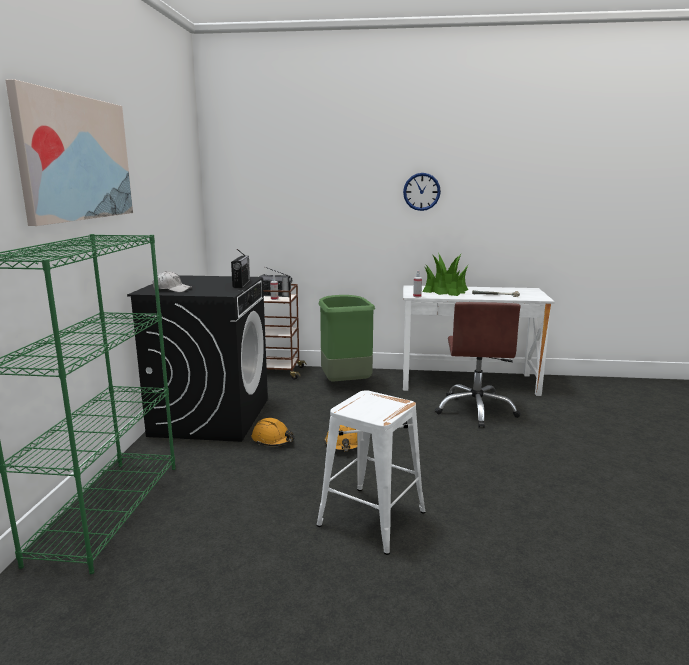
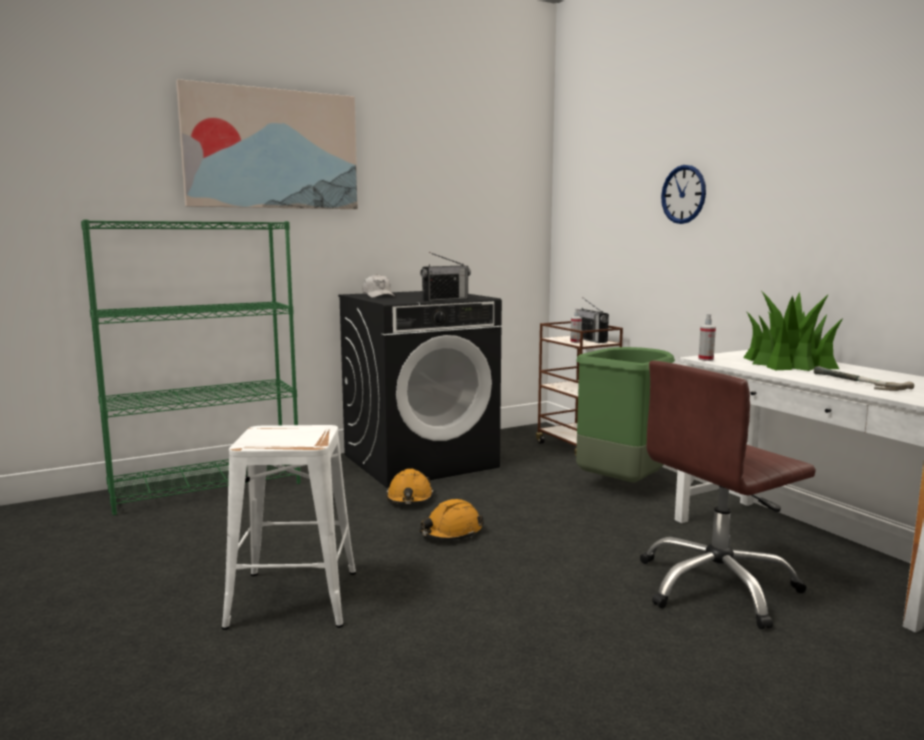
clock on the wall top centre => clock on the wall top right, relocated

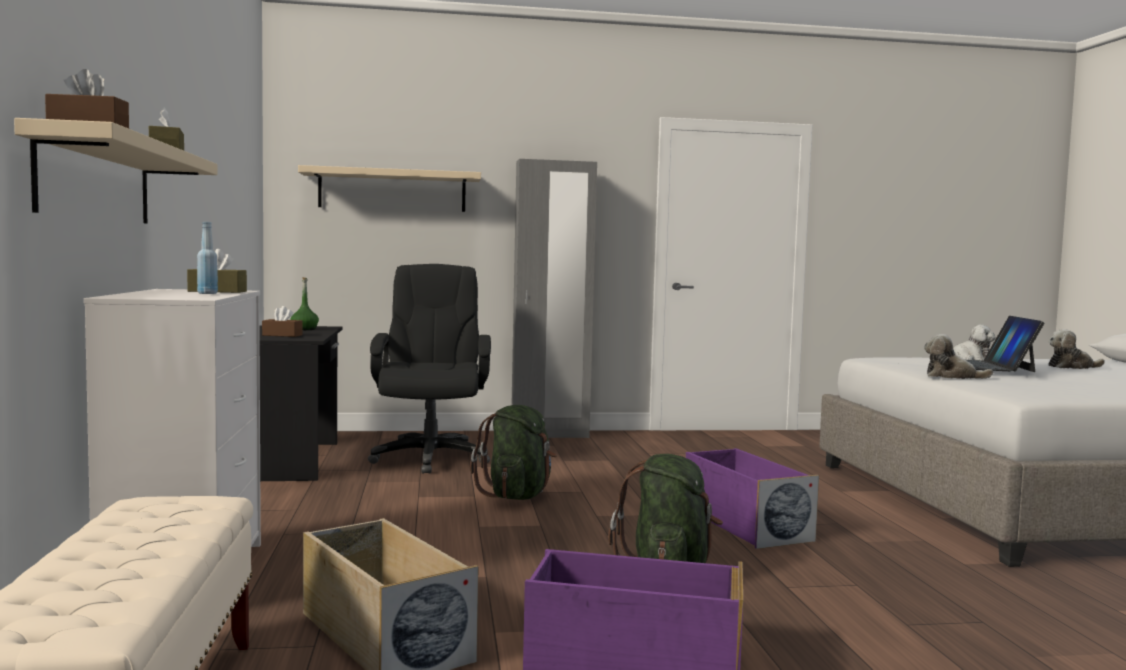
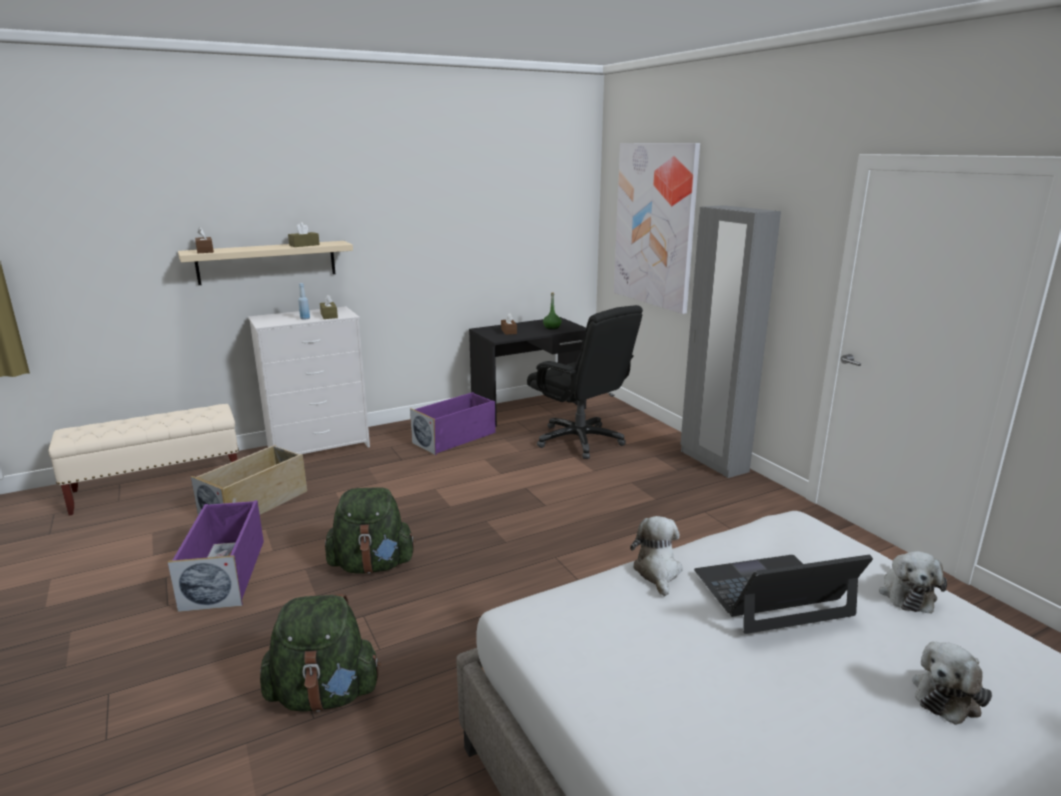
knapsack (green) (no. 1 from left) bottom centre => knapsack (green) (no. 1 from left) bottom left, relocated
storage box (purple-coloured) (no. 2 from left) bottom right => storage box (purple-coloured) (no. 2 from left) centre, relocated
shelf (beige-coloured) (no. 2 from left) top centre => wall art top centre
computer chair (black) centre, 75 degrees clockwise
plush toy (no. 3 from left) middle right => plush toy (no. 3 from left) bottom right, 105 degrees counterclockwise

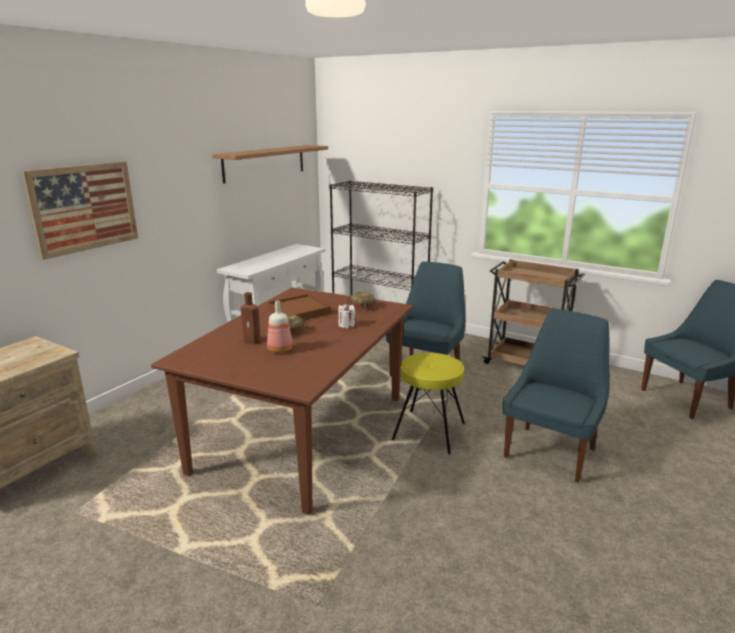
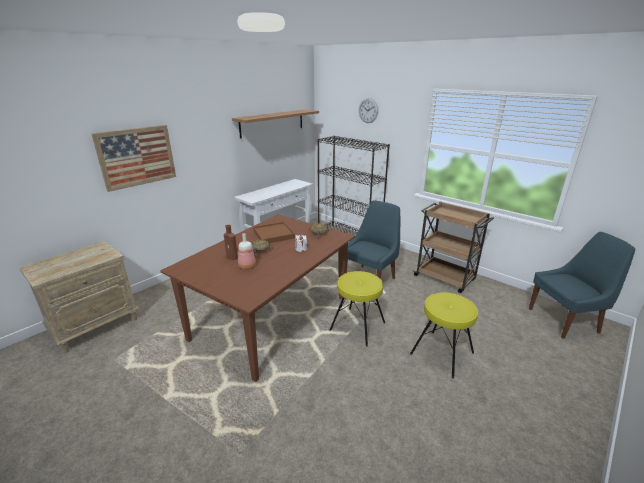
nothing => clock on the wall top centre
upright chair (blue) (no. 2 from left) middle right => sitting stool (yellowish) (no. 2 from left) bottom right

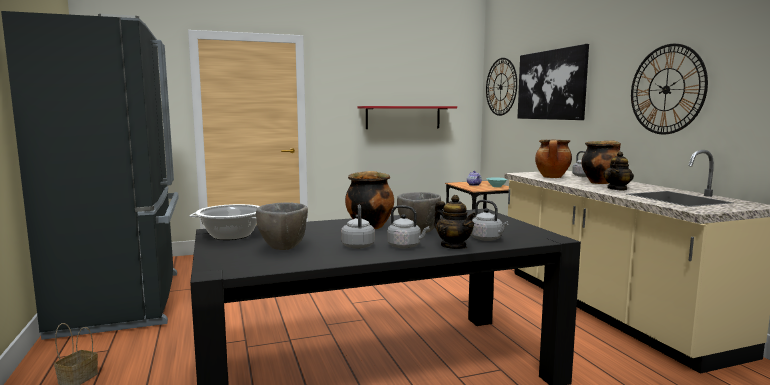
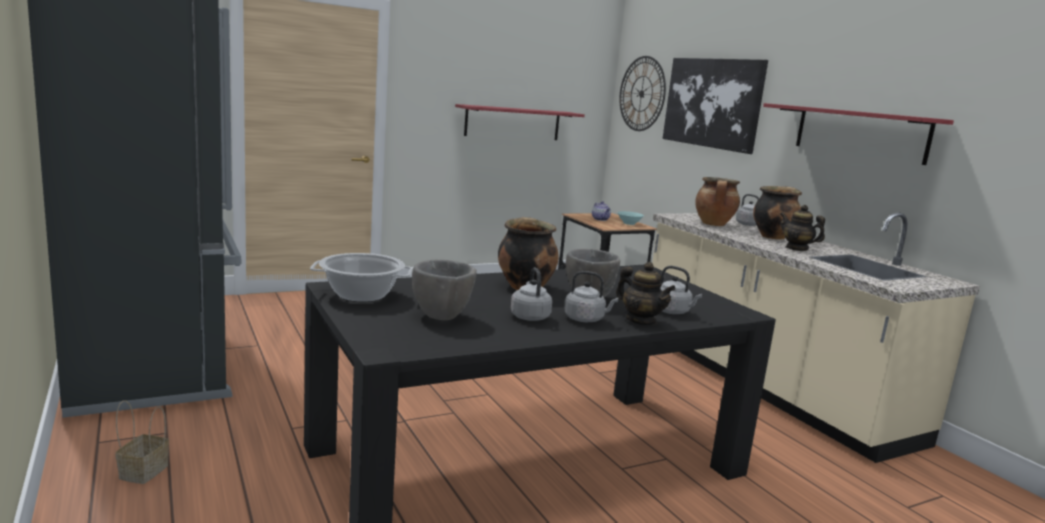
clock on the wall (no. 2 from left) top right => shelf (reddish) (no. 2 from left) top right
pot for tea (no. 3 from left) middle right, 105 degrees clockwise

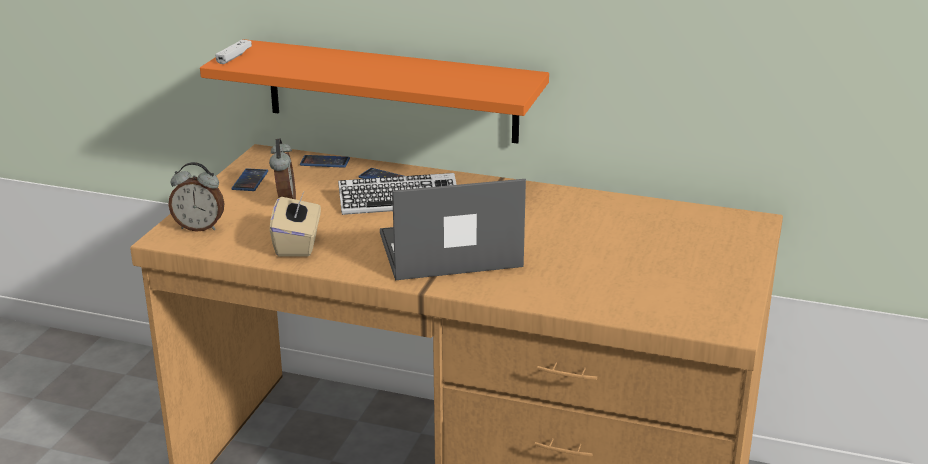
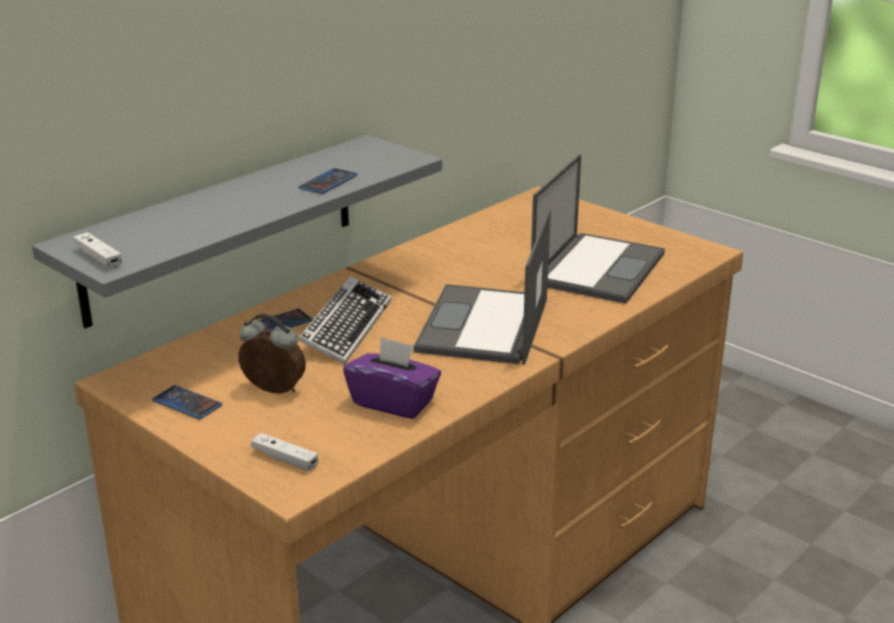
nothing => notebook computer (no. 2 from left) middle right
handset (no. 2 from left in the first image) centre => handset (no. 3 from left) top centre, relocated
table clock (no. 1 from left) middle left => game controller (white-coloured) (no. 2 from left) bottom left
shelf (orange-coloured) top centre => shelf (grey) middle left
tissue box (beige-coloured) middle left => tissue box (purple-coloured) centre

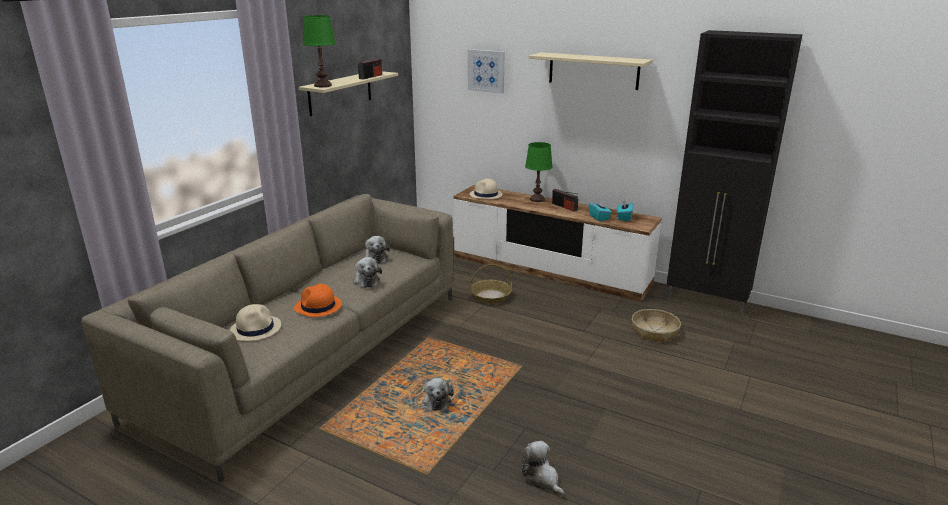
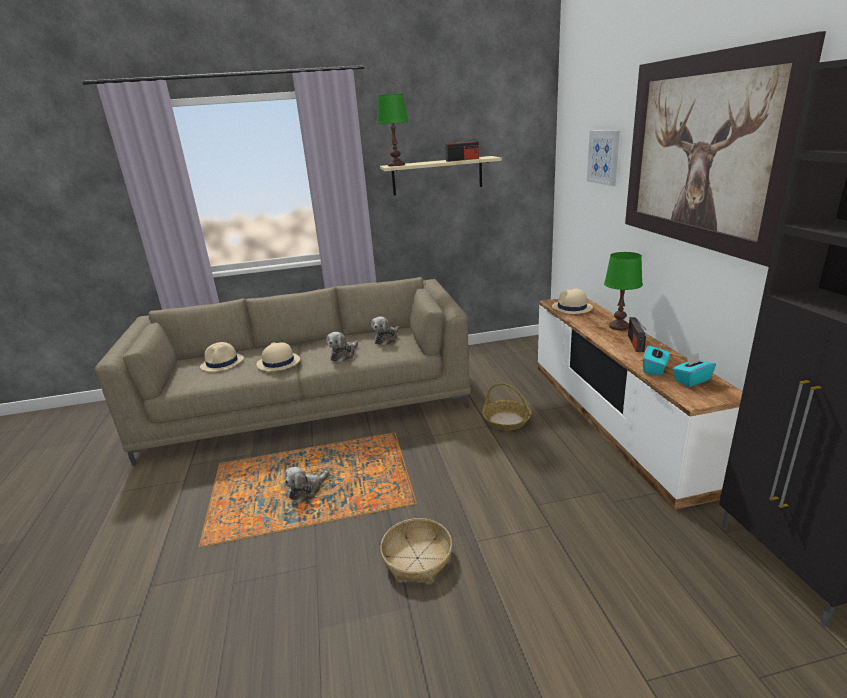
plush toy (no. 4 from left) bottom centre => nothing
basket (no. 2 from left in the first image) middle right => basket (no. 1 from left) bottom centre, relocated
shelf (beige-coloured) (no. 2 from left) top centre => wall art (no. 2 from left) top right
wearable hat (orange-coloured) centre => wearable hat (beige-coloured) (no. 2 from left) middle left

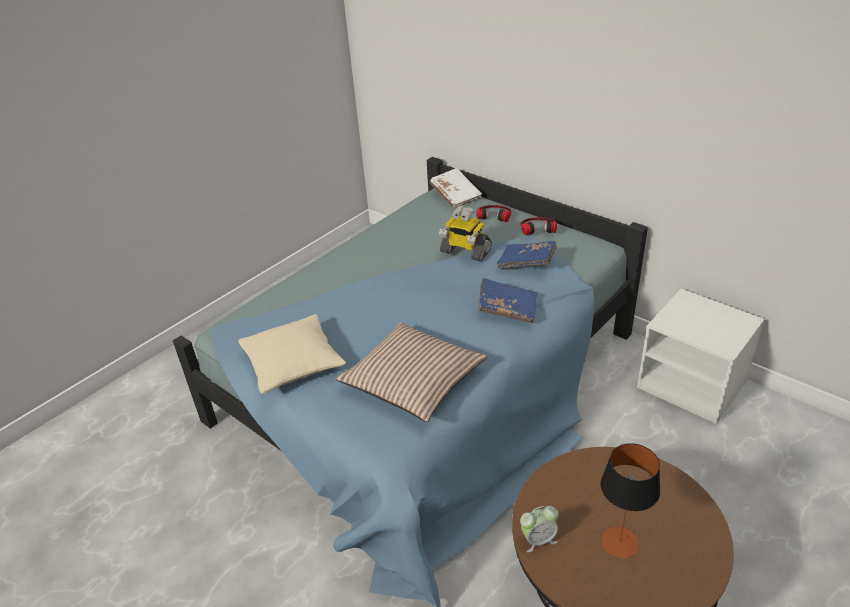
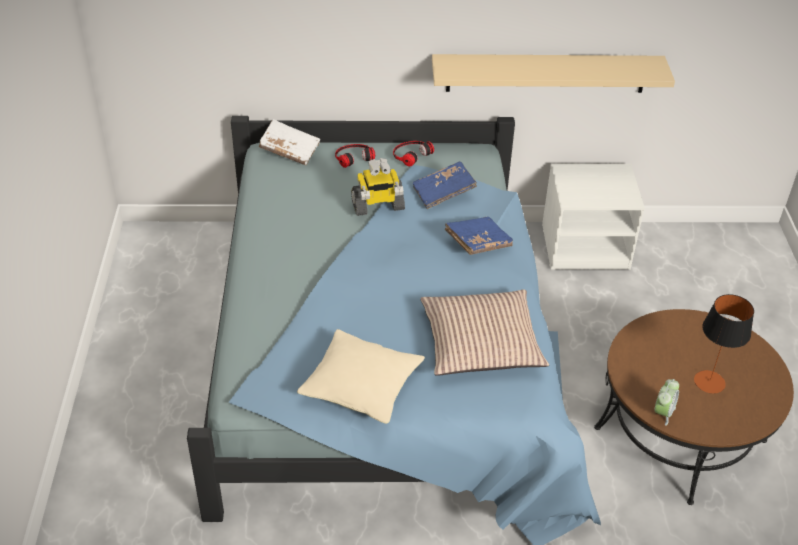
nothing => shelf (beige-coloured) top right

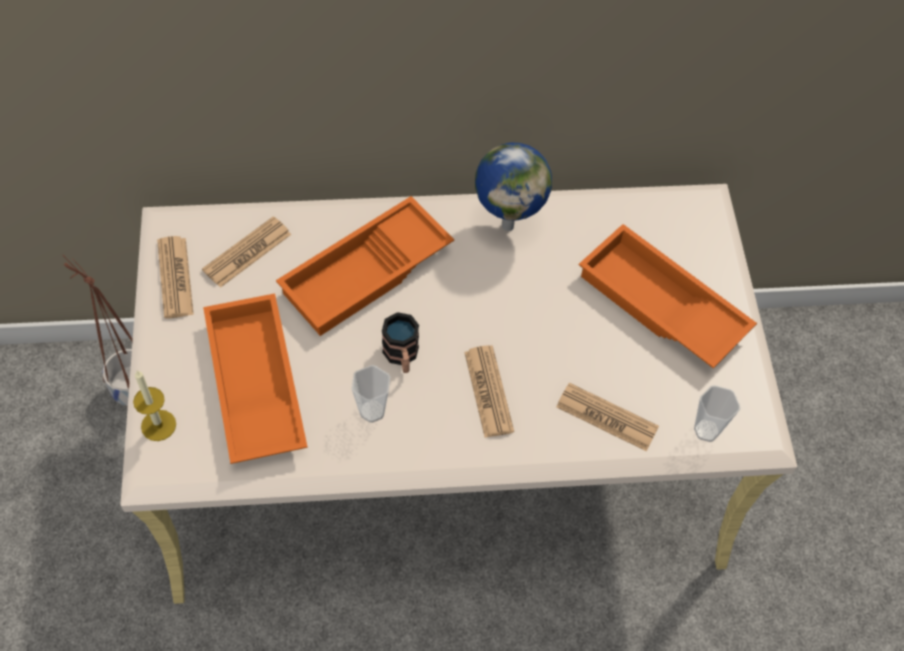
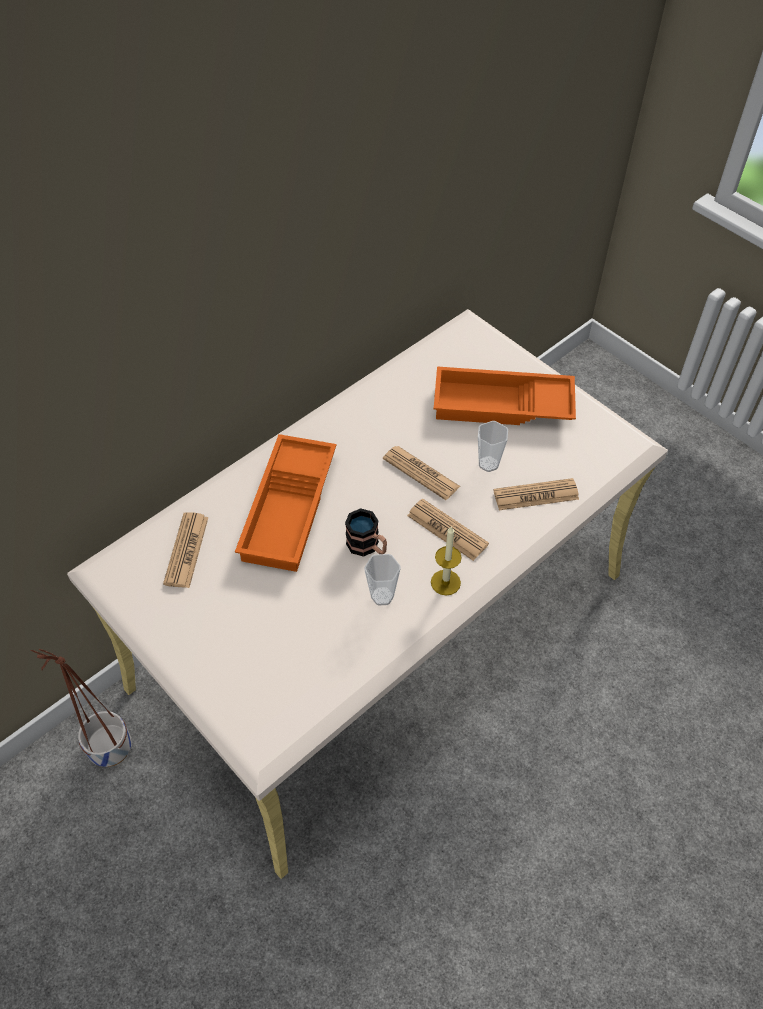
serving tray (orange-coloured) (no. 1 from left) middle left => nothing
desk globe top centre => nothing
wax candle middle left => wax candle centre, relocated
newspaper (no. 1 from left in the first image) middle left => newspaper (no. 2 from left) centre, relocated
small cup (no. 2 from left) middle right => small cup (no. 2 from left) centre, relocated

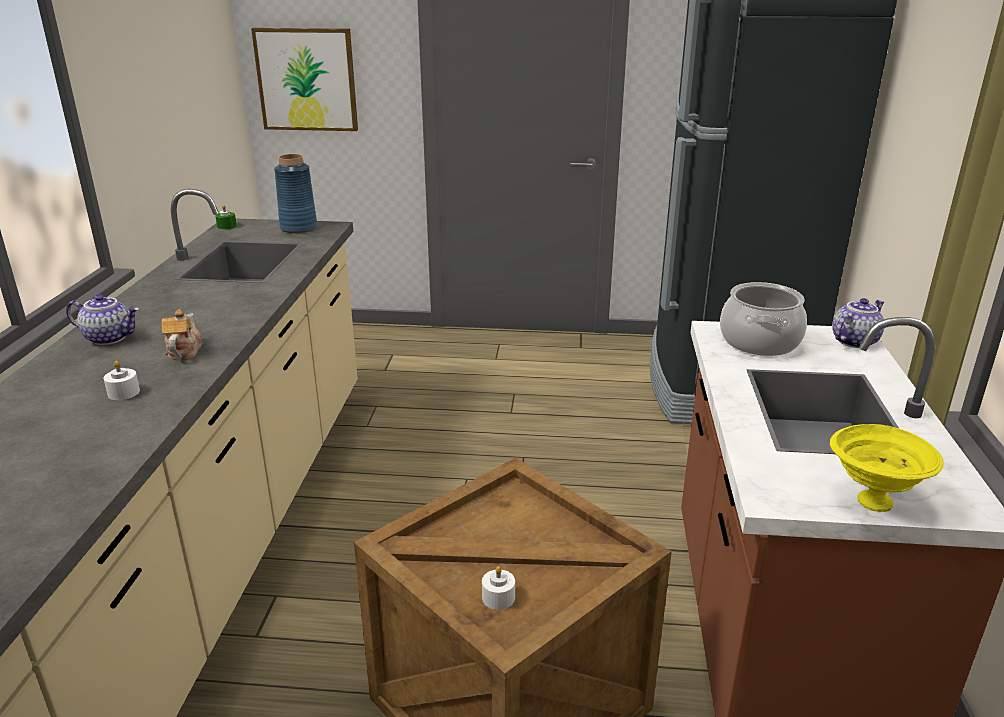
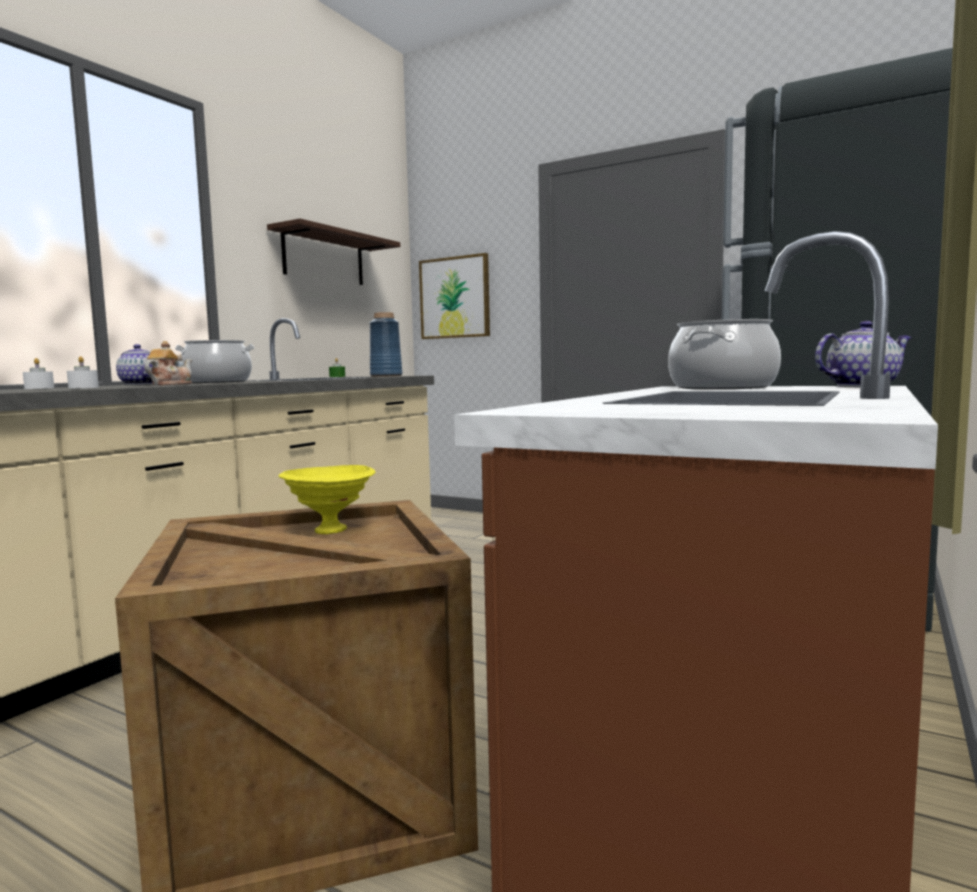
nothing => stockpot (no. 1 from left) middle left
nothing => shelf top centre
wax candle (white-coloured) (no. 2 from left in the first image) bottom centre => wax candle (white-coloured) (no. 1 from left) middle left, relocated
deep dish (yellowish) middle right => deep dish (yellowish) centre, relocated

